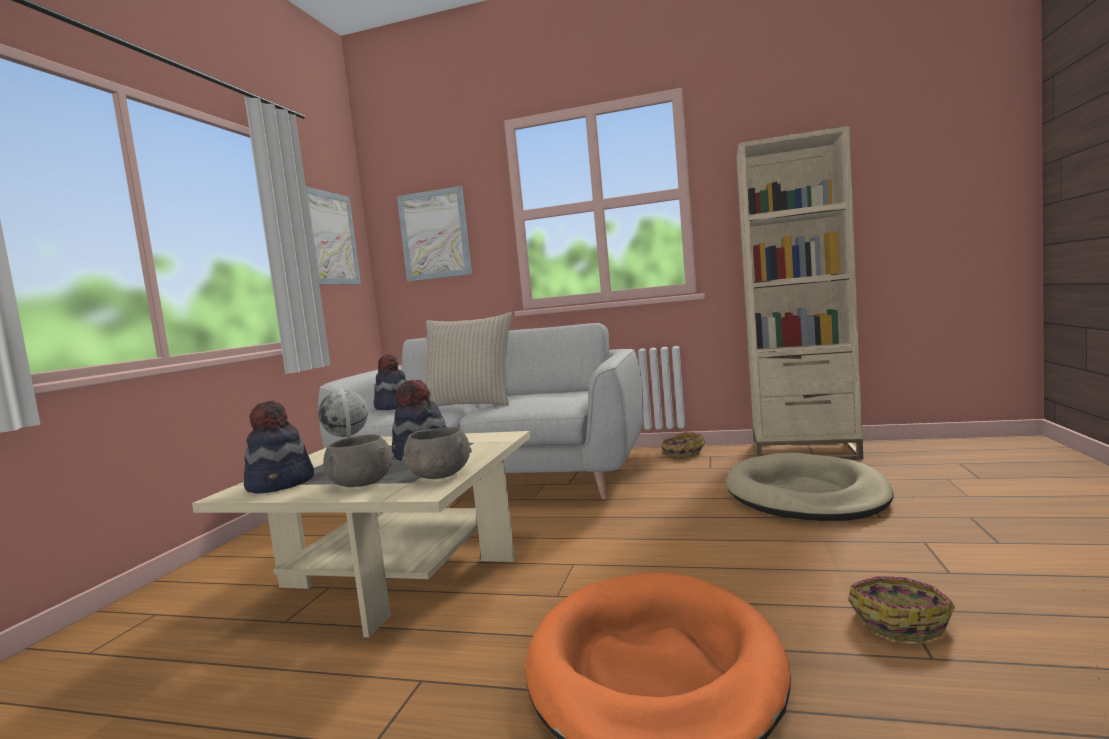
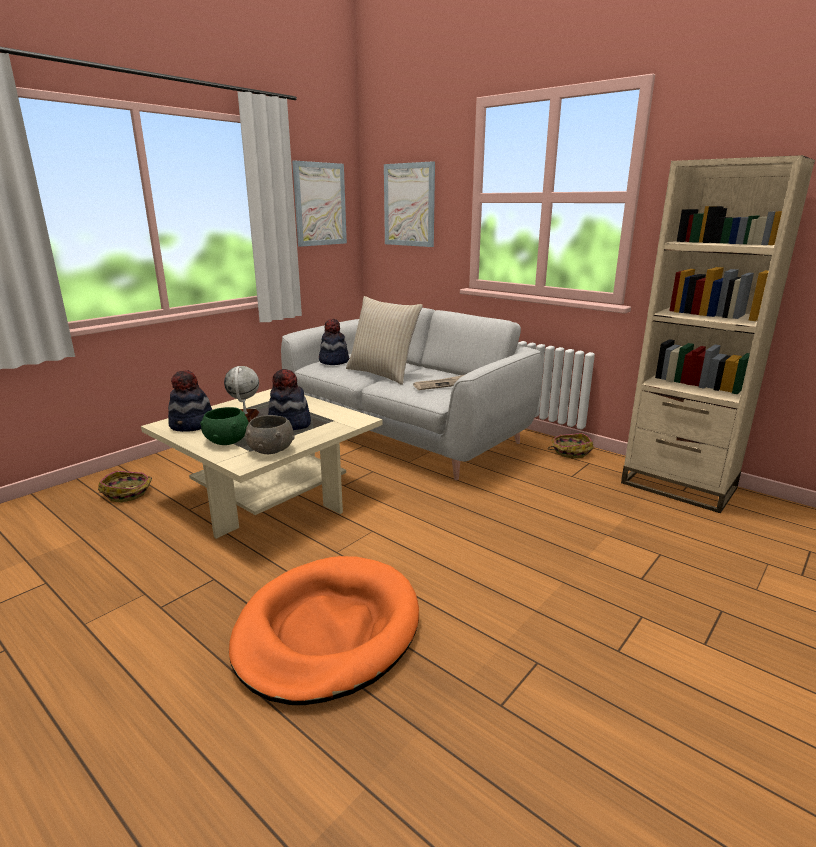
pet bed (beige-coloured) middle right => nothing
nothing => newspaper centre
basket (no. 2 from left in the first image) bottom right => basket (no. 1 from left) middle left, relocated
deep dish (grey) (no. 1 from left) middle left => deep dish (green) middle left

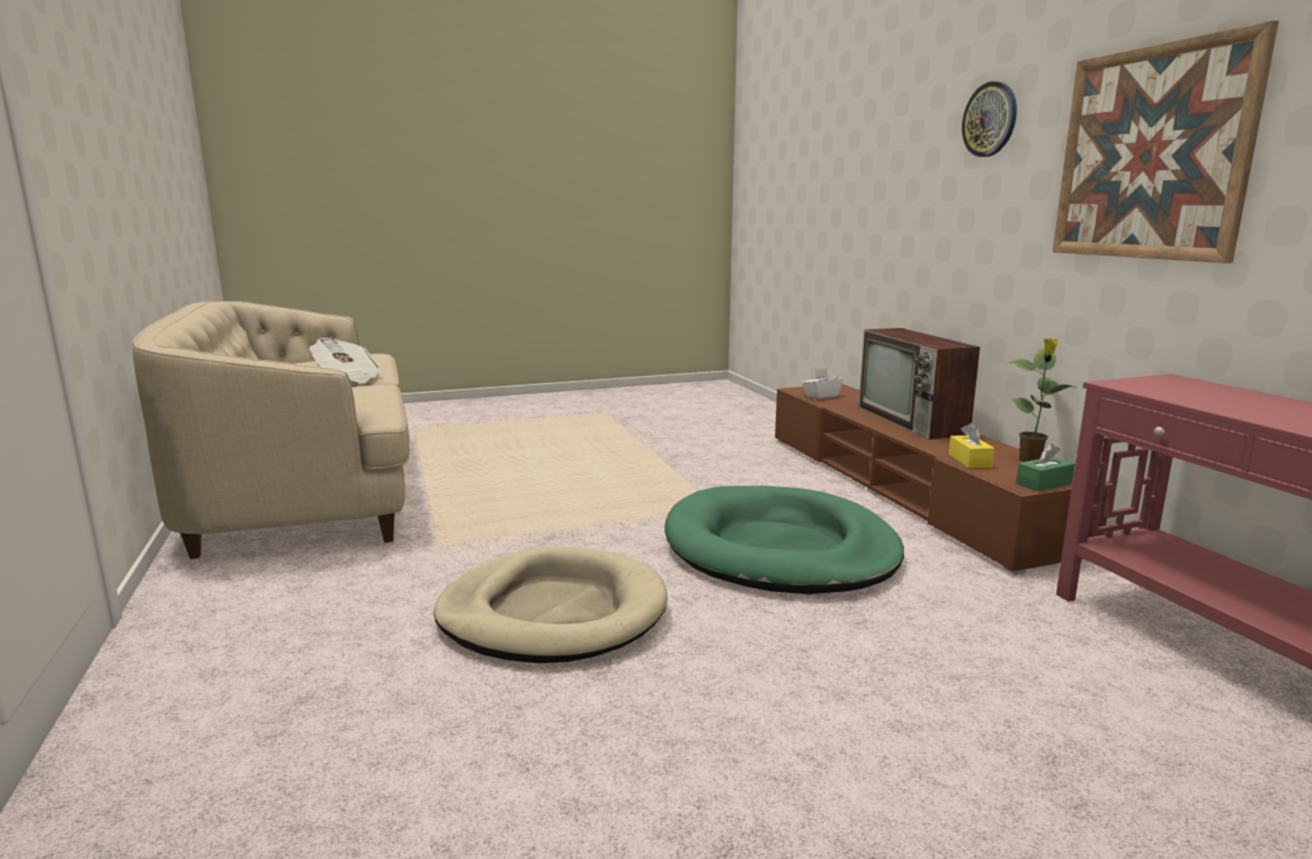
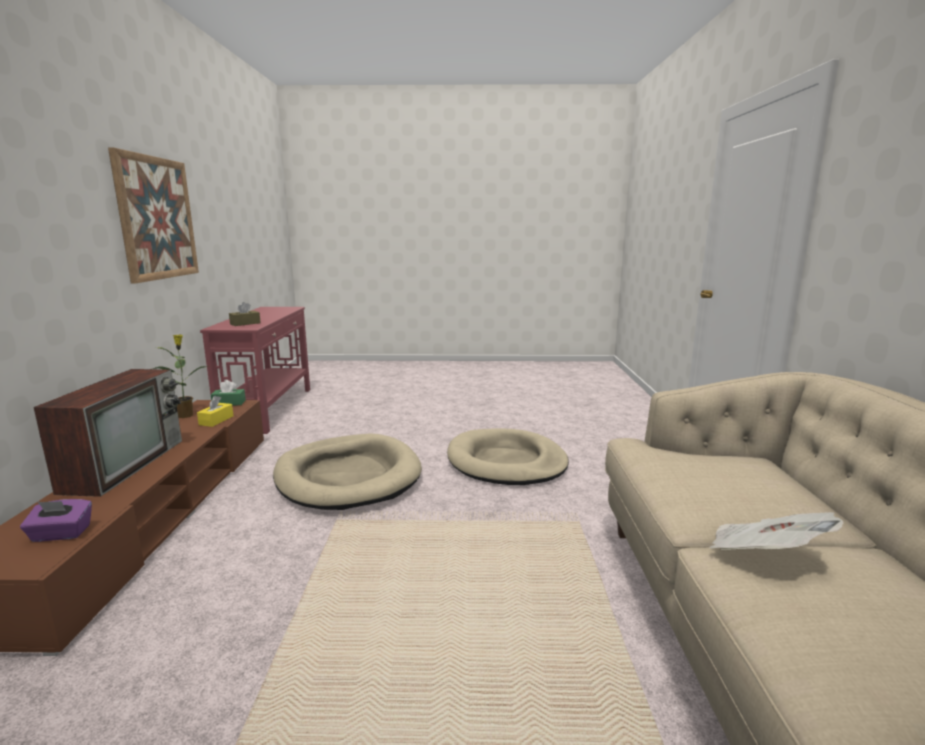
clock on the wall top right => nothing
nothing => tissue box (brownish) middle left
pet bed (green) centre => pet bed (beige-coloured) (no. 1 from left) centre
tissue box (white-coloured) centre => tissue box (purple-coloured) bottom left

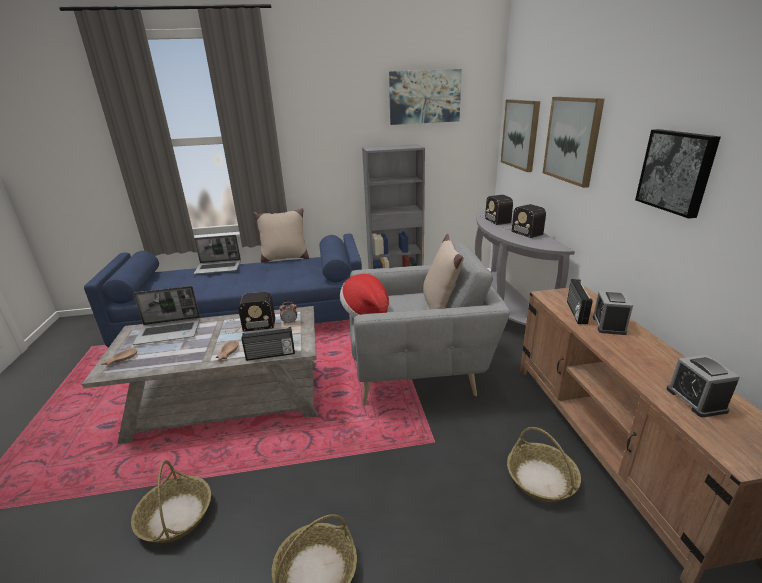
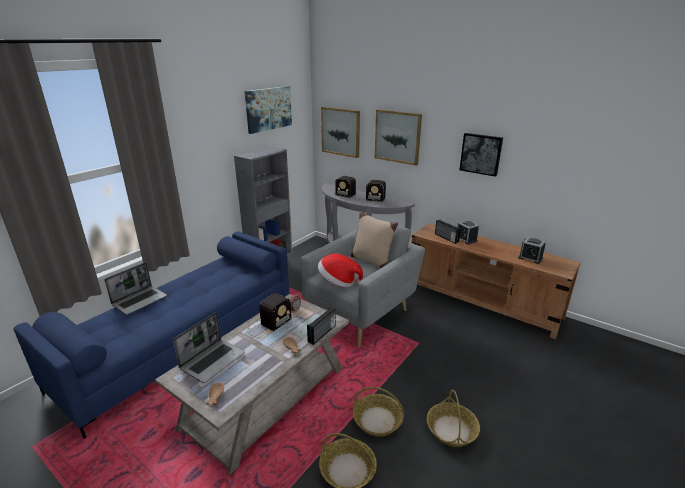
cushion (beige-coloured) (no. 1 from left) centre => nothing
basket (no. 3 from left in the first image) bottom right => basket (no. 2 from left) bottom centre, relocated

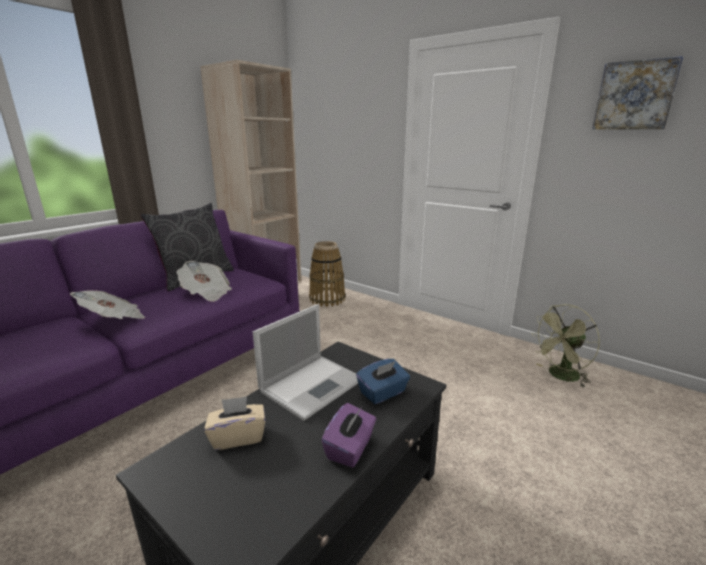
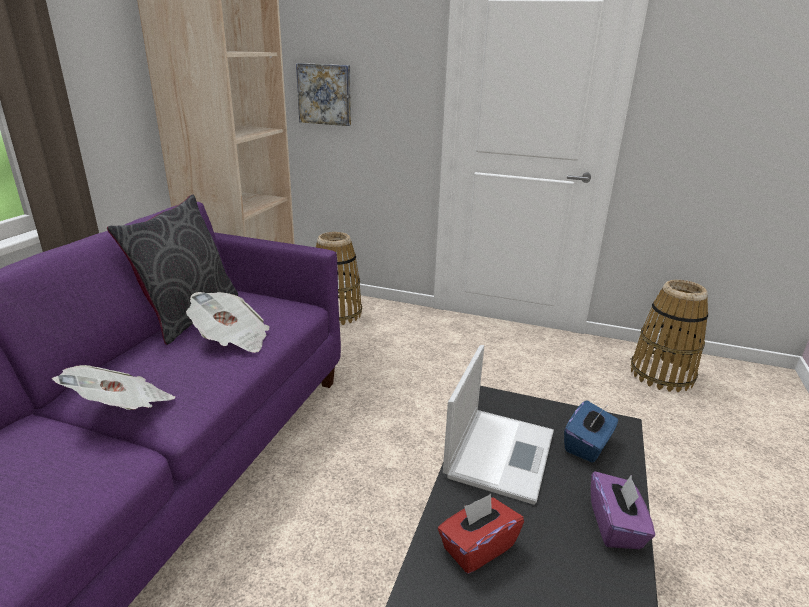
wall art top right => wall art top centre, relocated
fan (green) middle right => basket (no. 2 from left) middle right
tissue box (beige-coloured) bottom left => tissue box (reddish) bottom centre

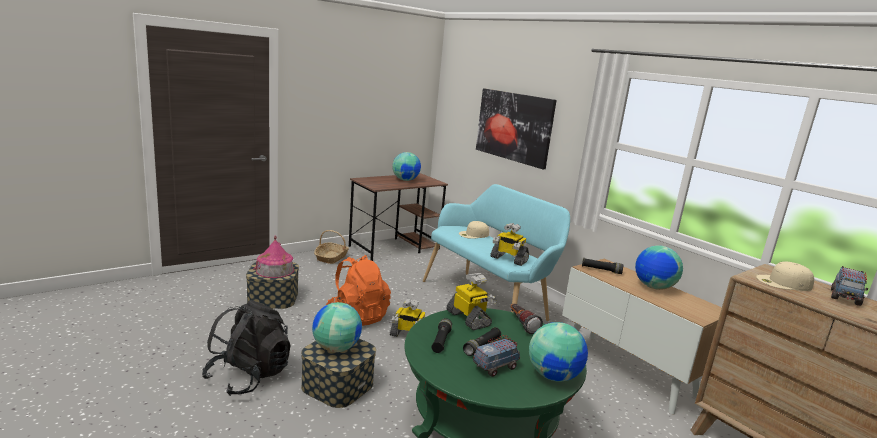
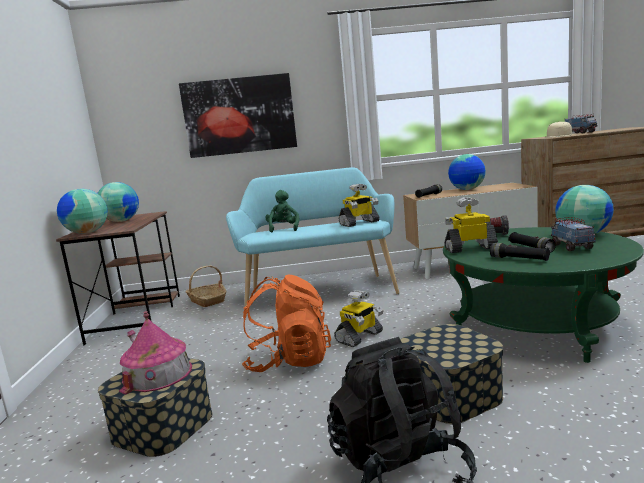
desk globe (no. 1 from left) bottom centre => desk globe (no. 1 from left) middle left, relocated
basket centre => basket middle left, relocated
peaked cap (beige-coloured) (no. 1 from left) centre => plush toy (green) centre

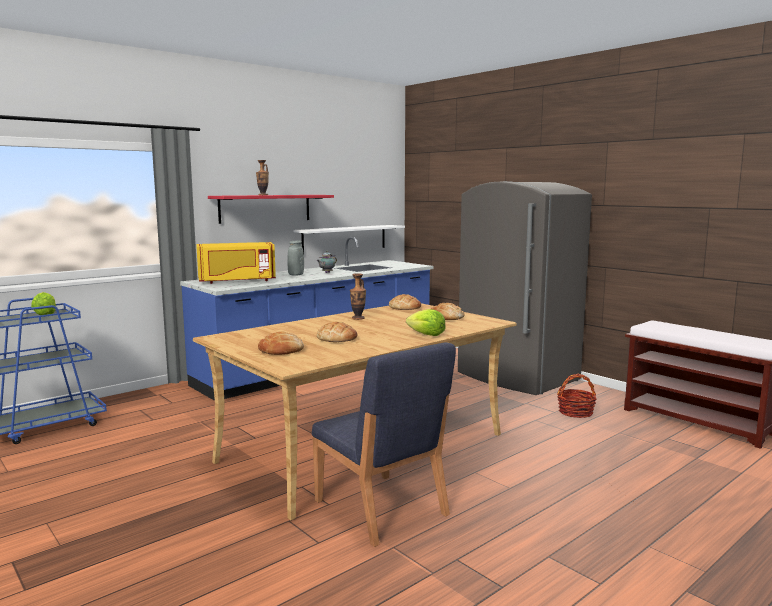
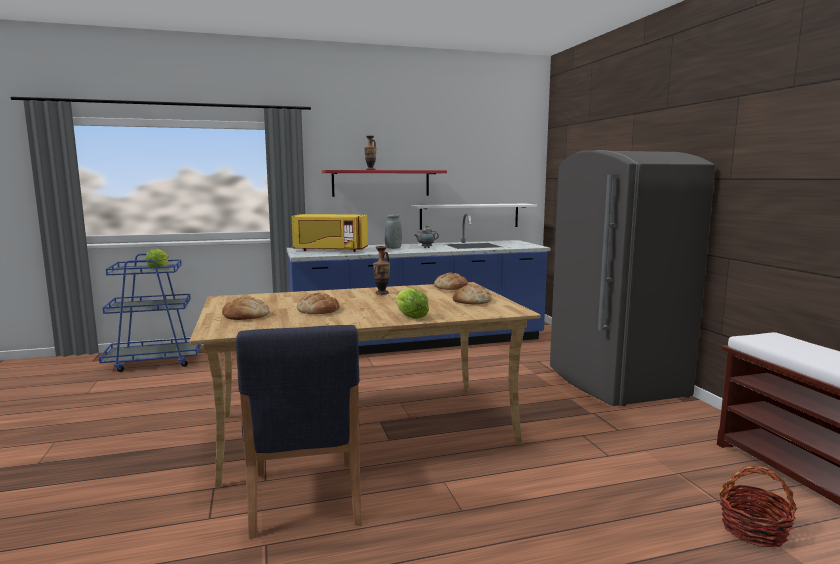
basket middle right => basket bottom right, relocated

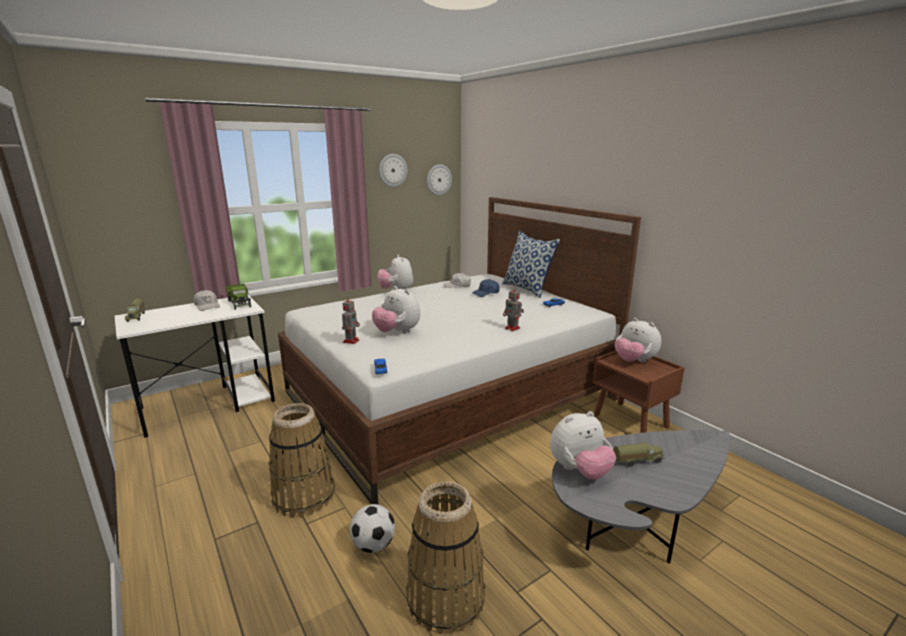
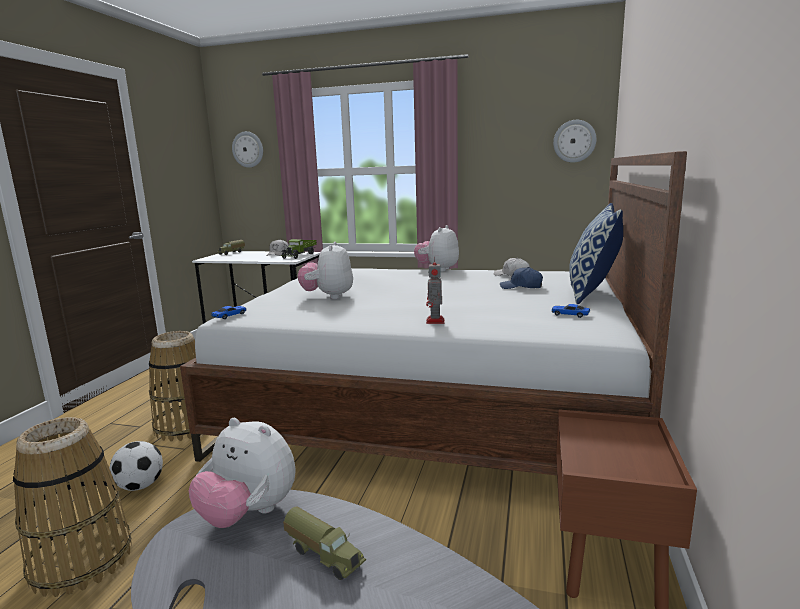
model robot (no. 1 from left) centre => nothing
plush toy (no. 4 from left) middle right => nothing
clock on the wall (no. 1 from left) top centre => clock on the wall (no. 1 from left) top left, relocated

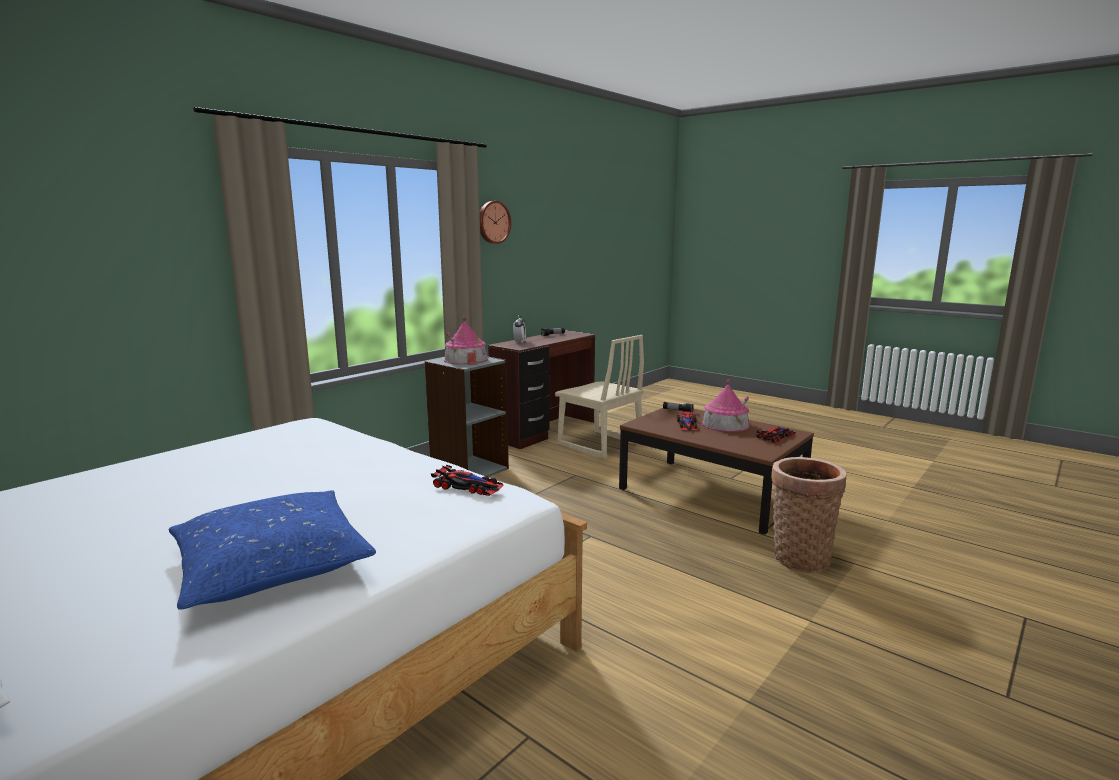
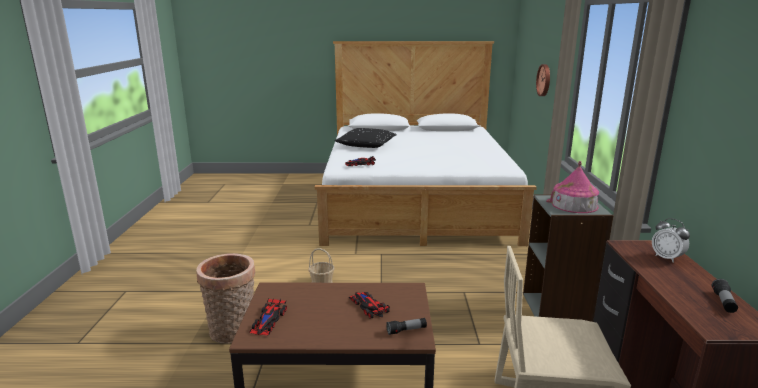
toy house (no. 2 from left) centre => nothing
nothing => basket (no. 2 from left) bottom centre
clock on the wall top centre => clock on the wall top right, relocated
cushion (blue) bottom left => cushion (black) centre

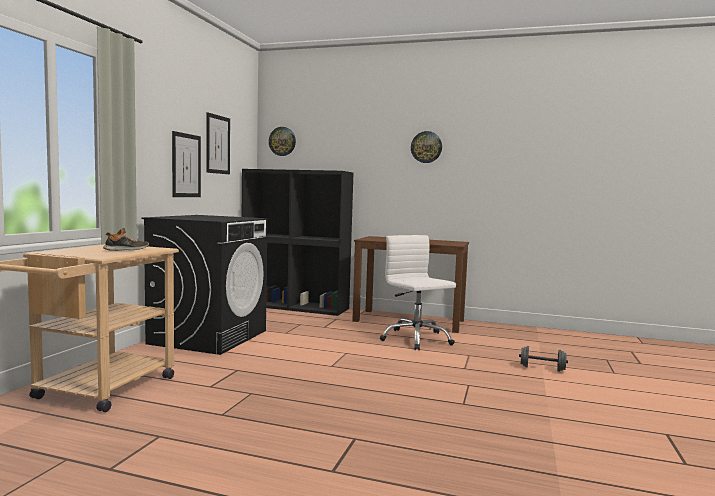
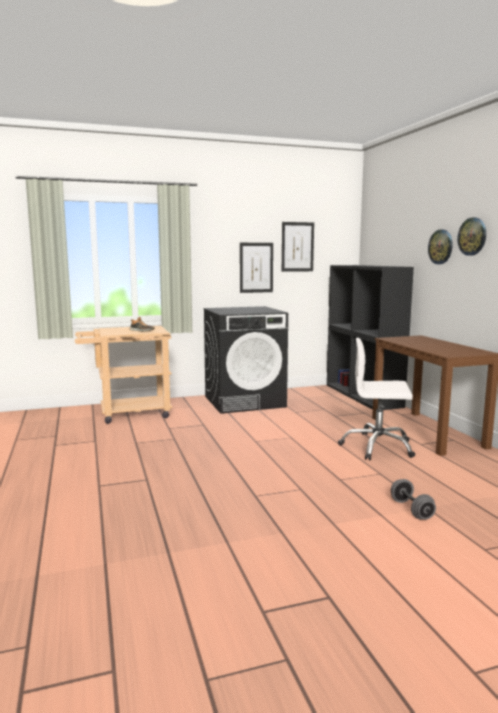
clock on the wall (no. 1 from left) top centre => clock on the wall (no. 1 from left) middle right, relocated
computer chair (white-coloured) centre => computer chair (white-coloured) middle right, 105 degrees counterclockwise

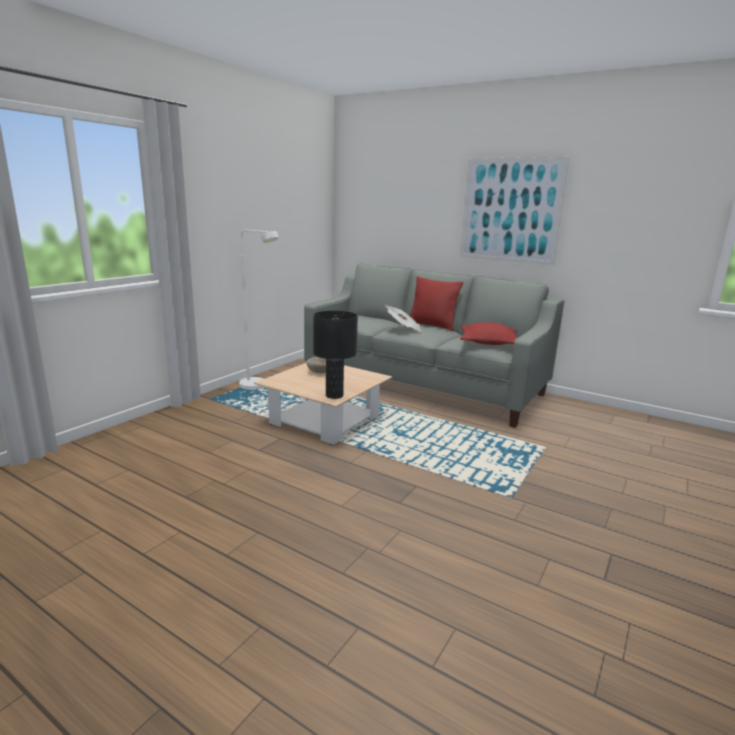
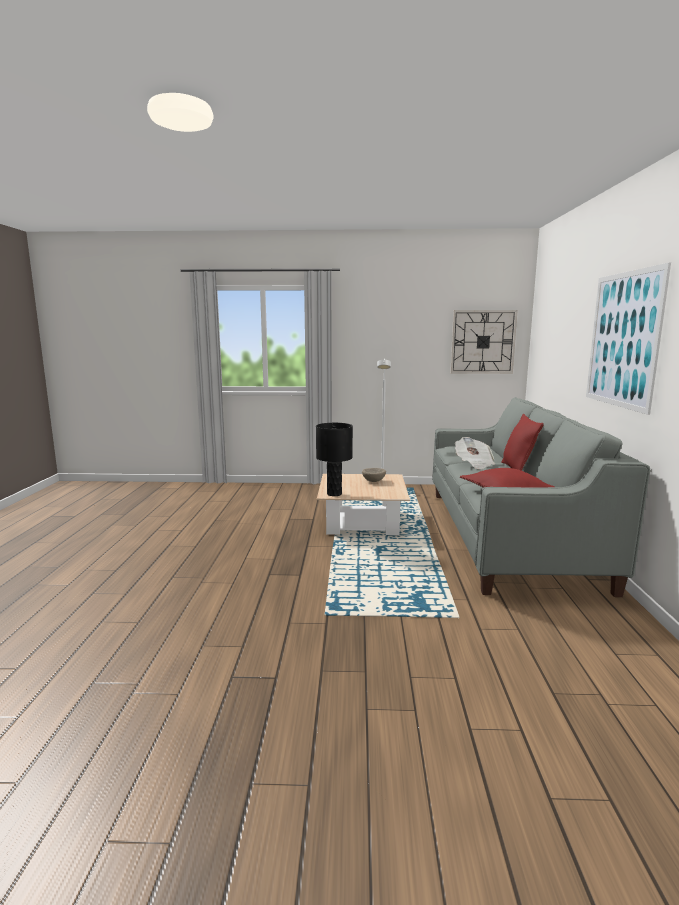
nothing => clock on the wall middle right

